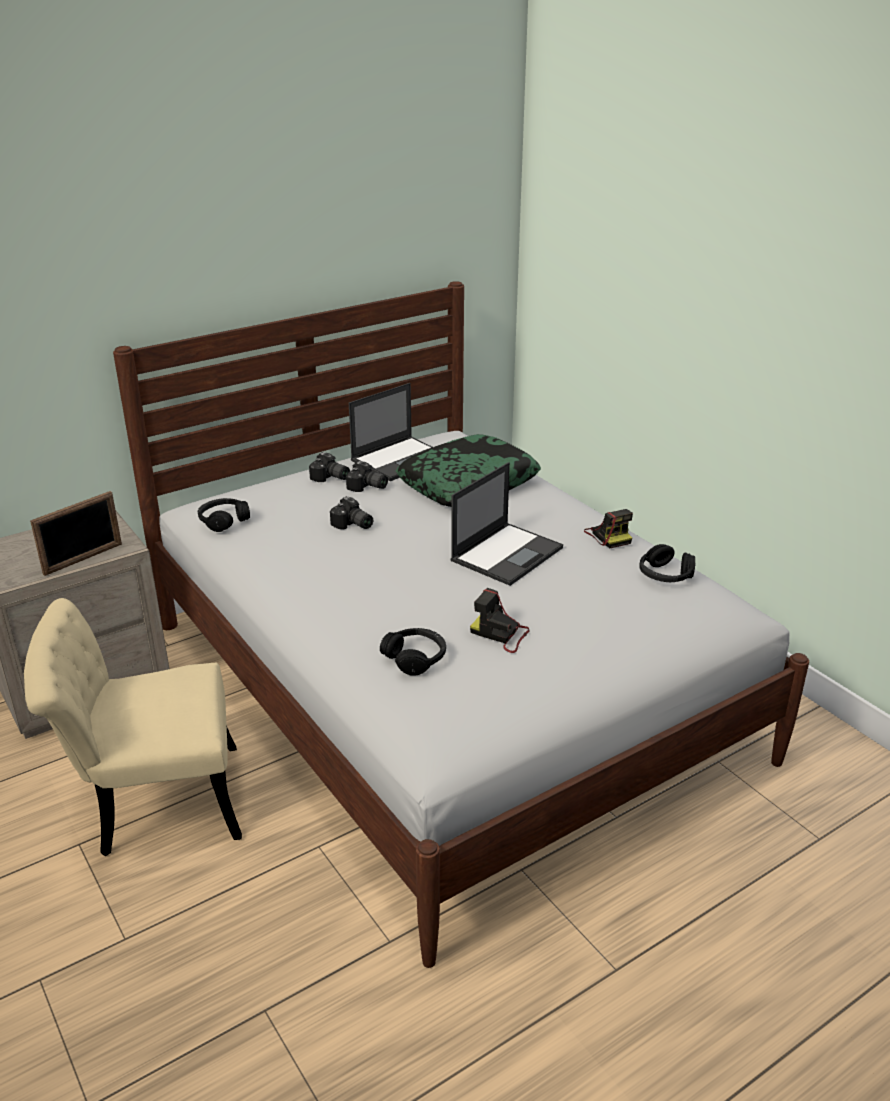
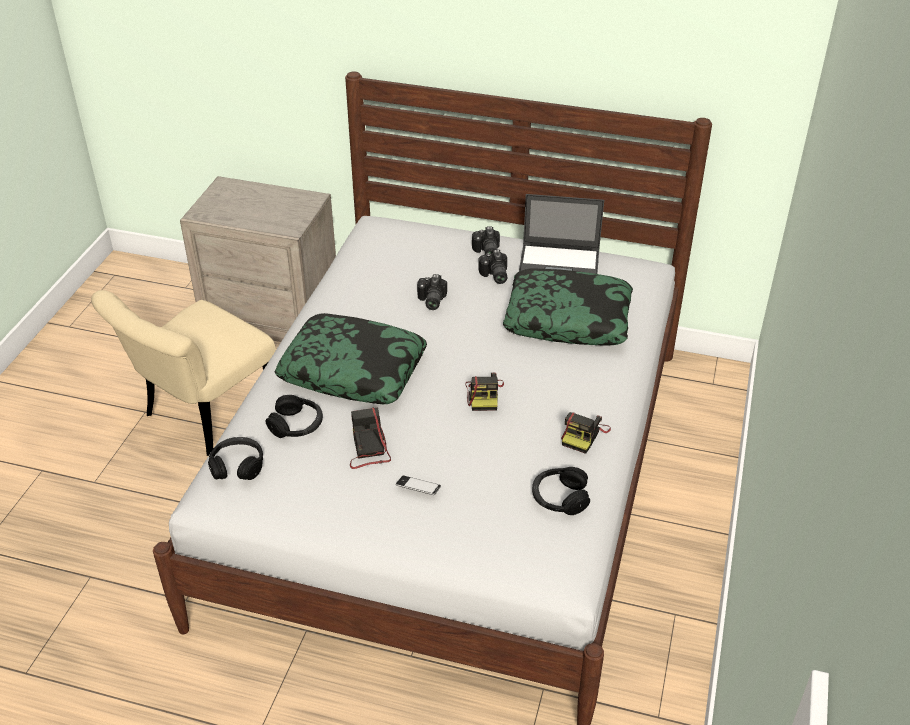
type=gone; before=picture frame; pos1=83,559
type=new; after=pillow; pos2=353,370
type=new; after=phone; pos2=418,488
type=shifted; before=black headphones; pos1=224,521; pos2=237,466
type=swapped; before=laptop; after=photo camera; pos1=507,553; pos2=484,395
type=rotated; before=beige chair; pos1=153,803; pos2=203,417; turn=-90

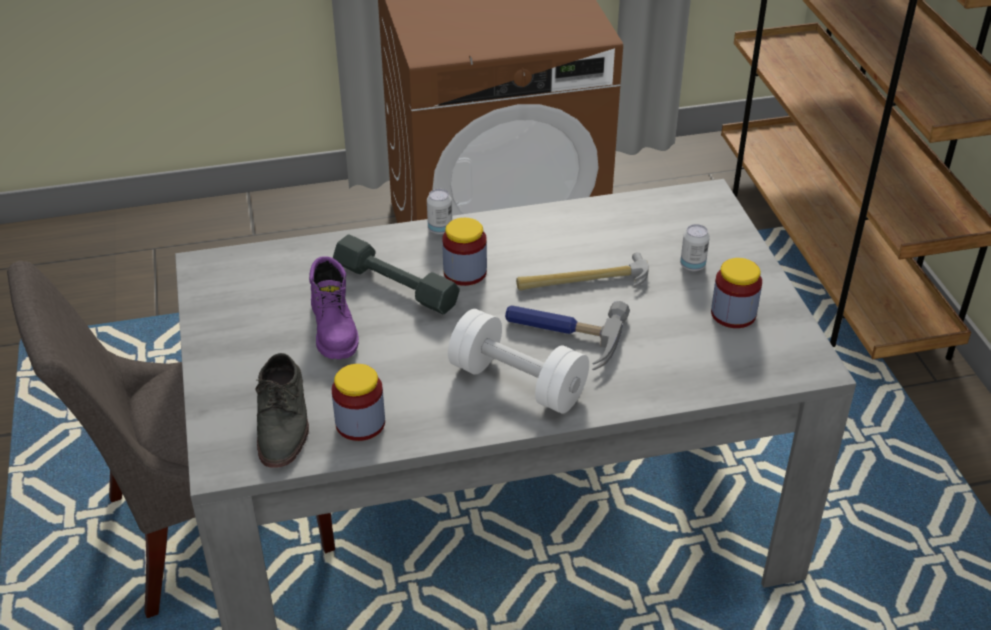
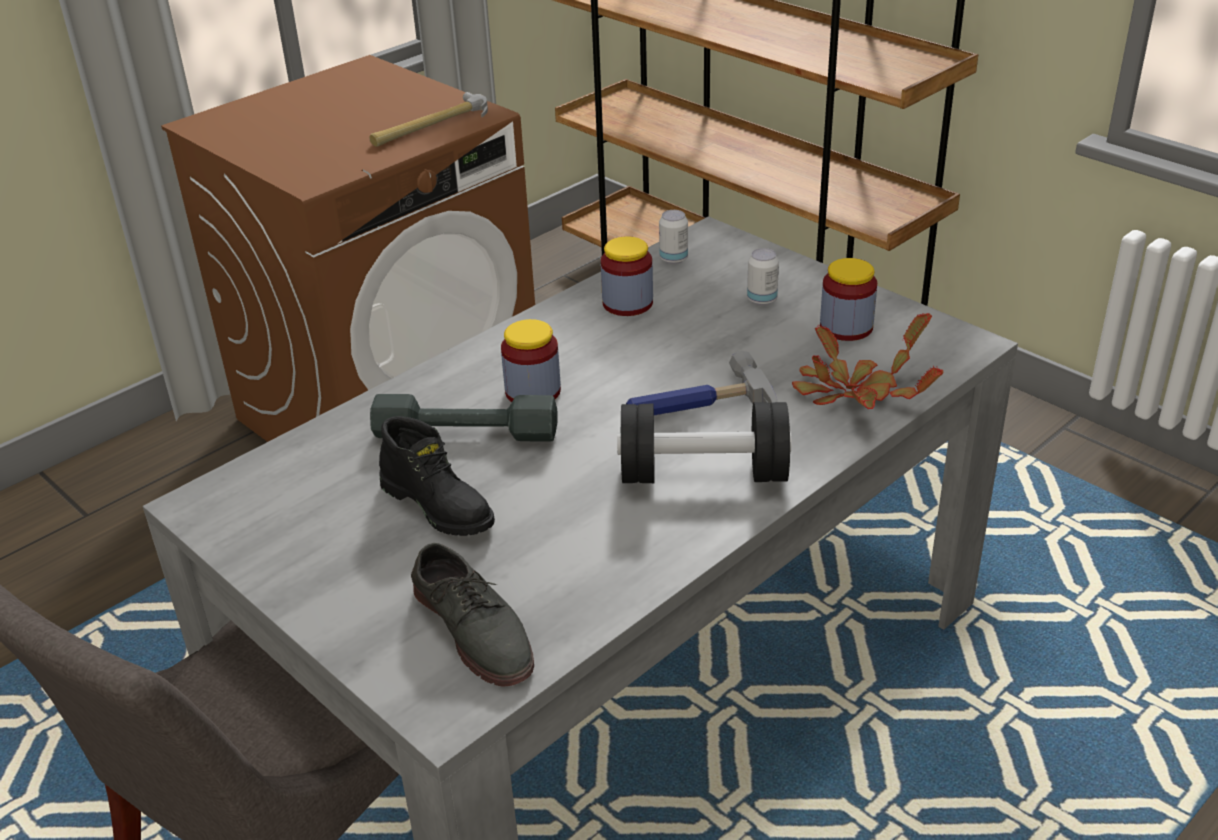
type=new; after=potted plant; pos2=854,393
type=shifted; before=jar; pos1=360,423; pos2=627,303
type=shifted; before=can; pos1=440,229; pos2=673,259
type=shifted; before=hammer; pos1=583,280; pos2=430,125
type=repainted; before=purple boot; after=black boot; pos1=335,329; pos2=439,506
type=repainted; before=white dumbbell; after=black dumbbell; pos1=517,382; pos2=703,474

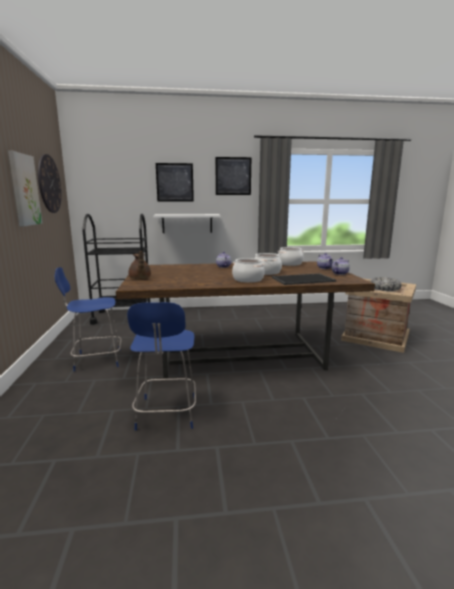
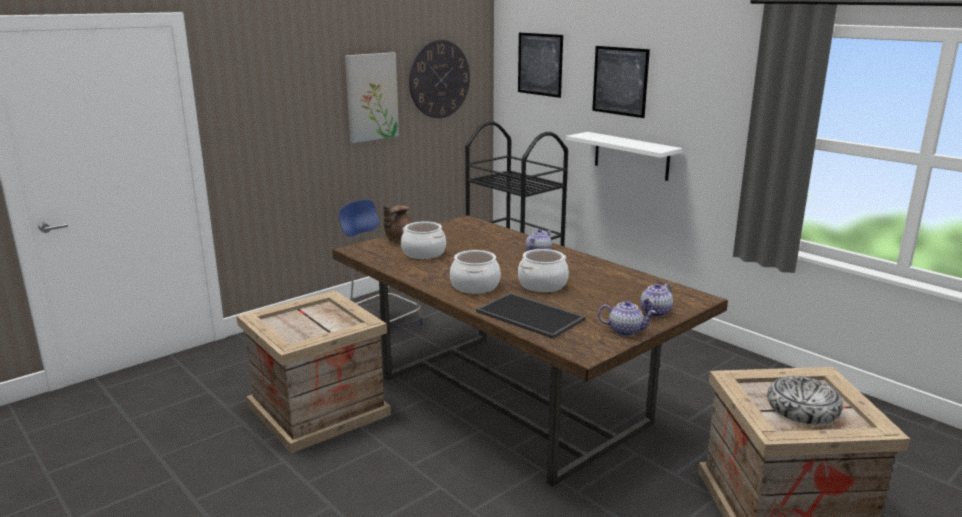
type=shifted; before=picture; pos1=233,176; pos2=540,64
type=shifted; before=cooking pot; pos1=289,264; pos2=423,253
type=swapped; before=blue chair; after=crate; pos1=166,414; pos2=316,410

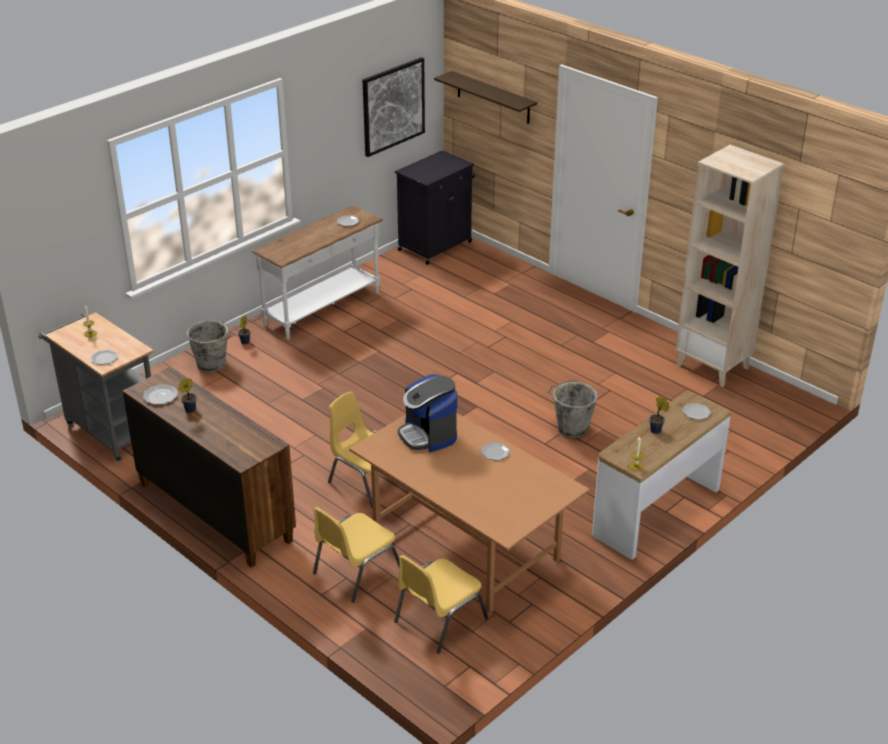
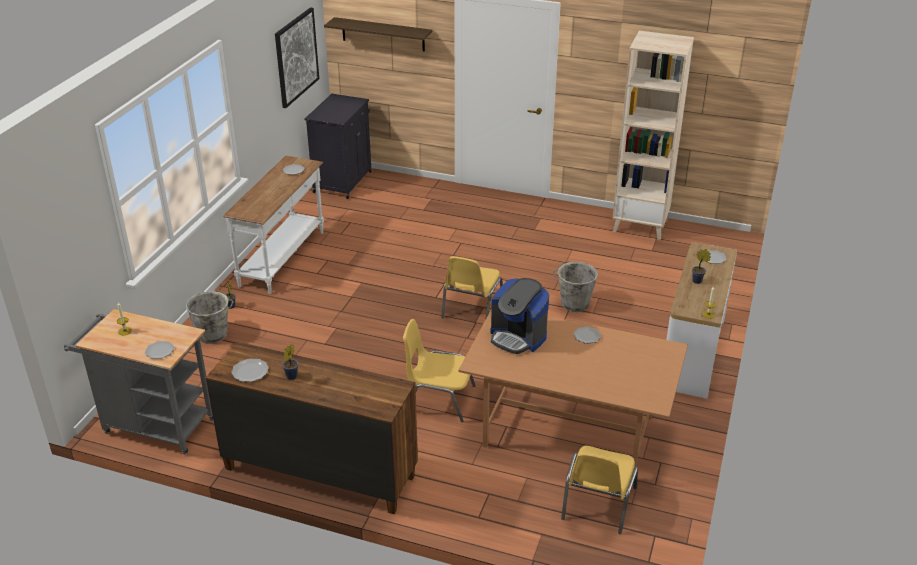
type=shifted; before=yellow chair; pos1=356,572; pos2=471,308

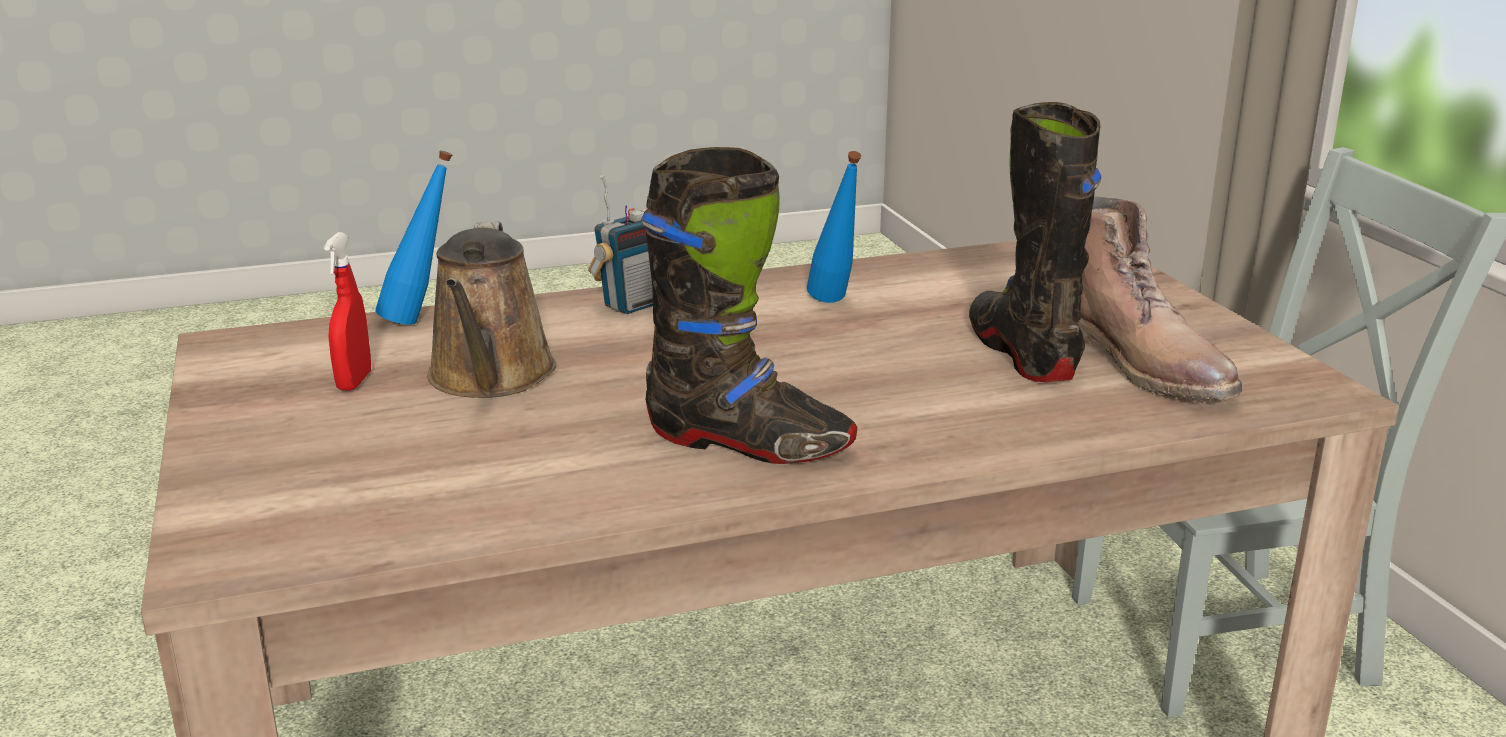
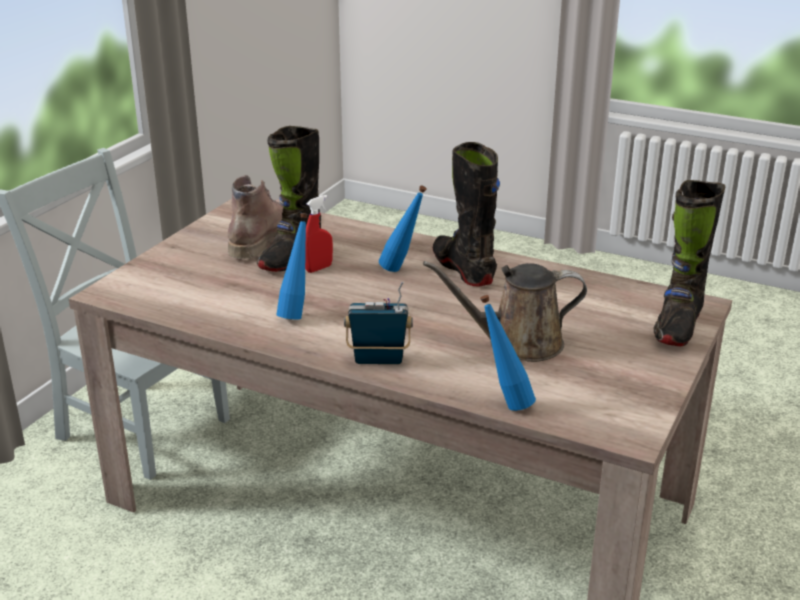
type=new; after=blue bottle; pos2=402,270
type=new; after=black boot; pos2=677,326
type=shifted; before=red spray bottle; pos1=354,382; pos2=319,268
type=rotated; before=brown watering can; pos1=490,378; pos2=517,343; turn=-135

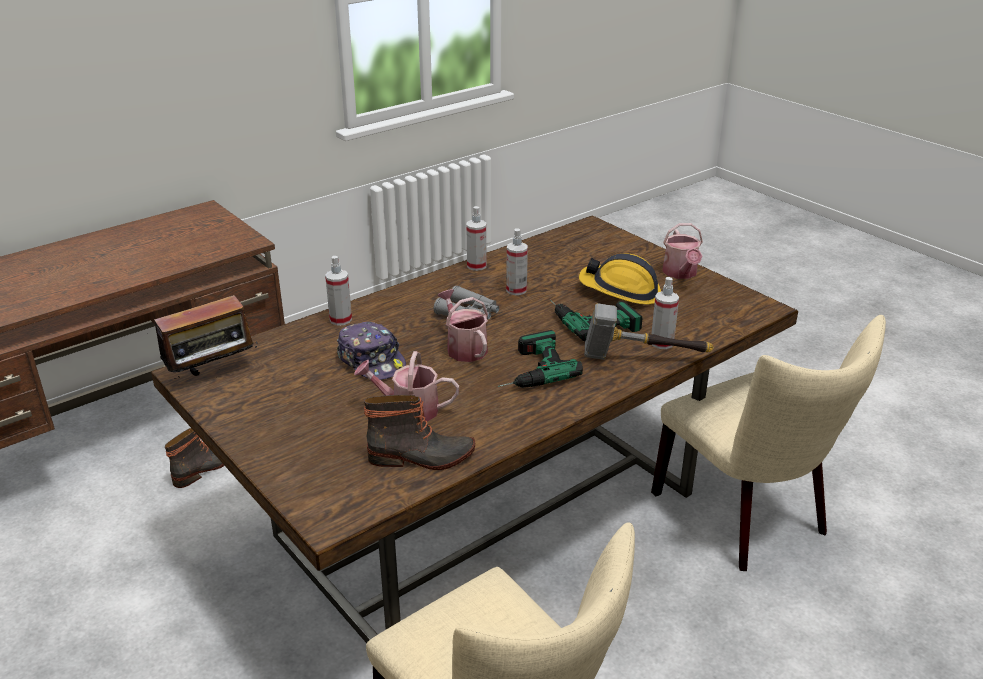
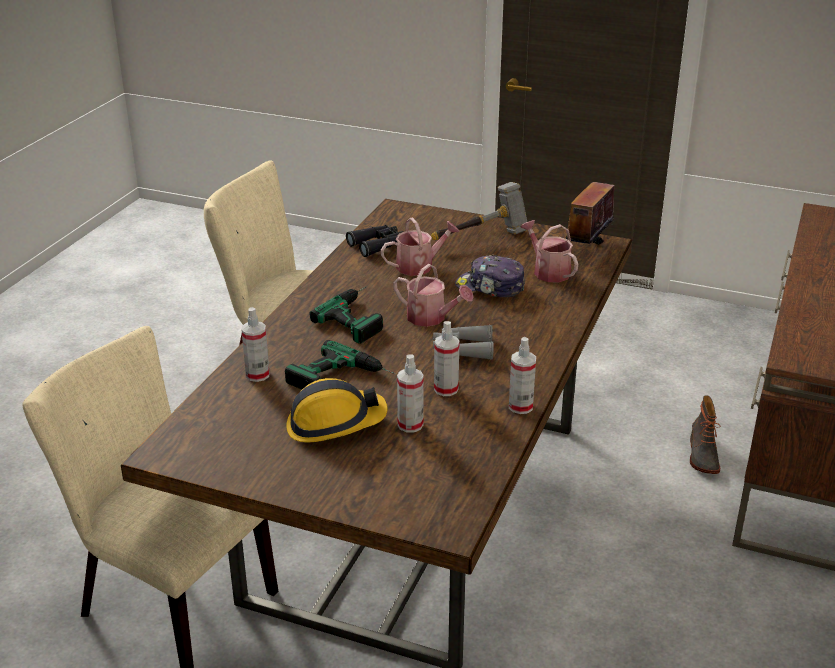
type=shifted; before=spray bottle; pos1=340,320; pos2=410,425
type=shifted; before=hammer; pos1=642,359; pos2=481,238
type=shifted; before=watering can; pos1=681,273; pos2=548,271
type=swapped; before=boot; after=black binoculars; pos1=421,458; pos2=378,245

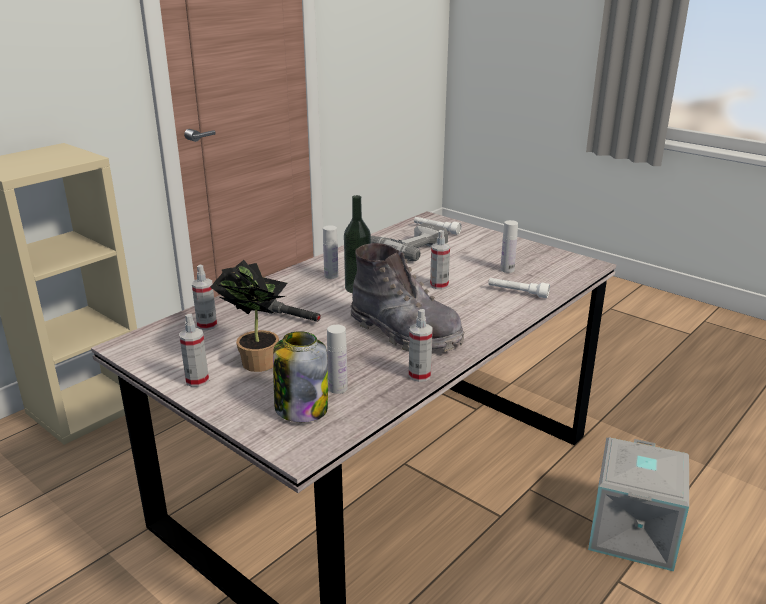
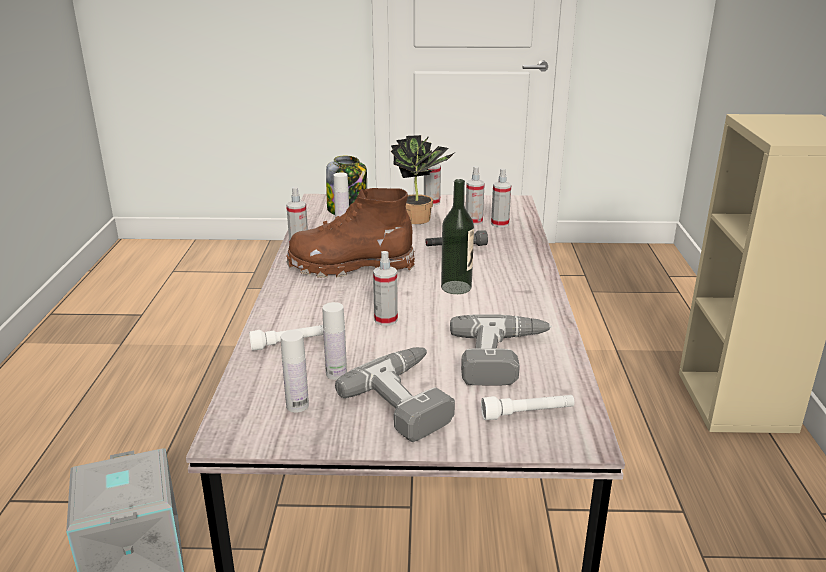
type=new; after=power drill; pos2=411,399
type=new; after=spray bottle; pos2=474,221
type=shifted; before=white bottle; pos1=331,275; pos2=297,405
type=repainted; before=grey boot; after=brown boot; pos1=405,332; pos2=350,266

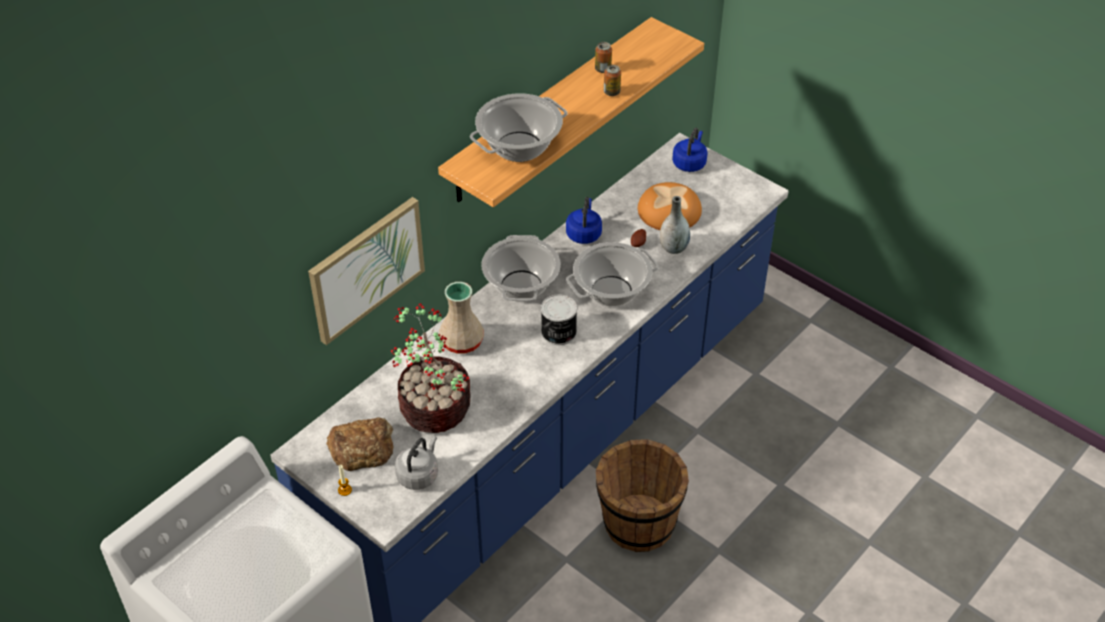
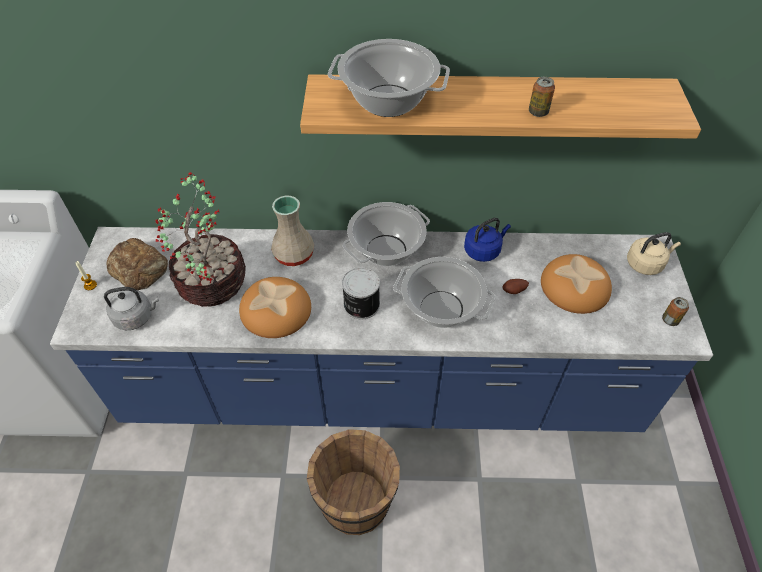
type=gone; before=picture; pos1=366,269
type=gone; before=grey vase; pos1=673,248
type=new; after=bread; pos2=276,310
type=shifted; before=can; pos1=603,69; pos2=670,320
type=repainted; before=blue kettle; after=beige kettle; pos1=689,163; pos2=646,264

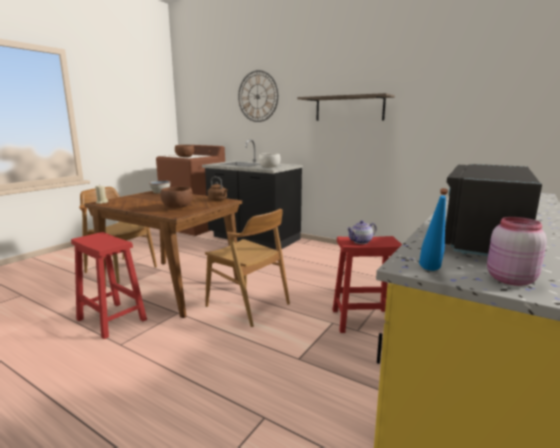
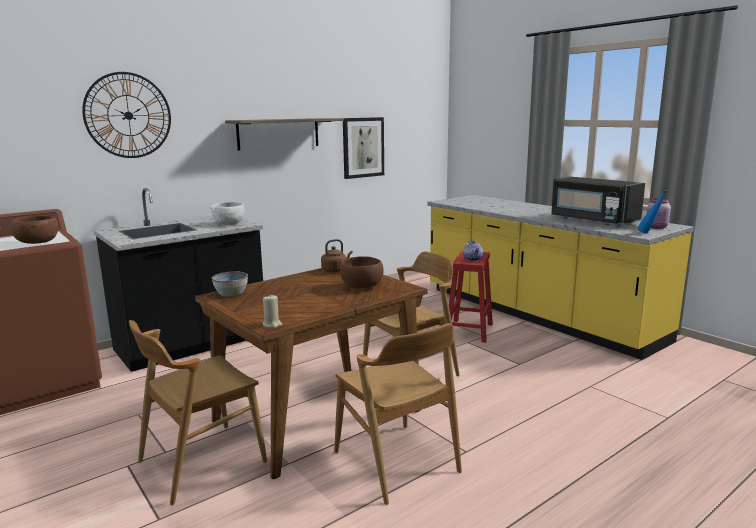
type=new; after=picture; pos2=363,147
type=swapped; before=red stool; after=brown chair; pos1=111,319; pos2=396,462

